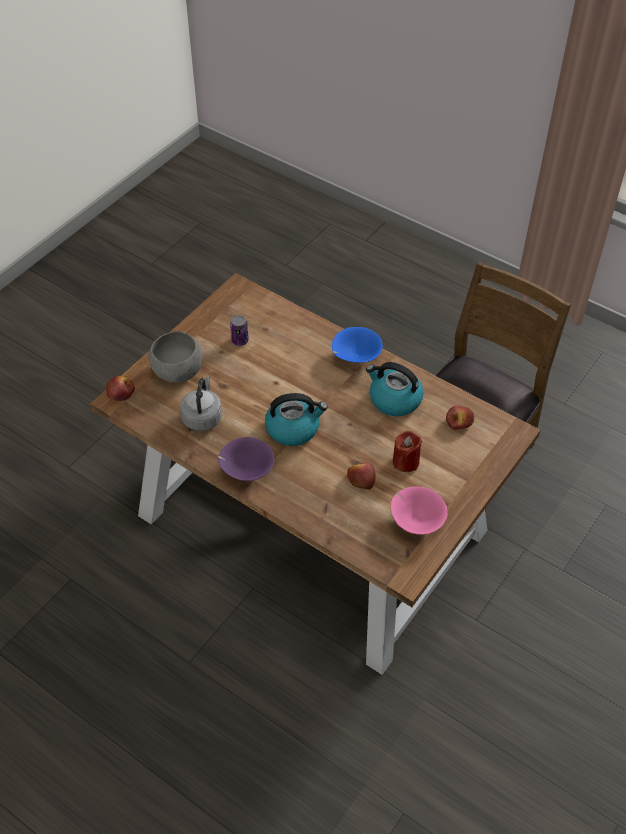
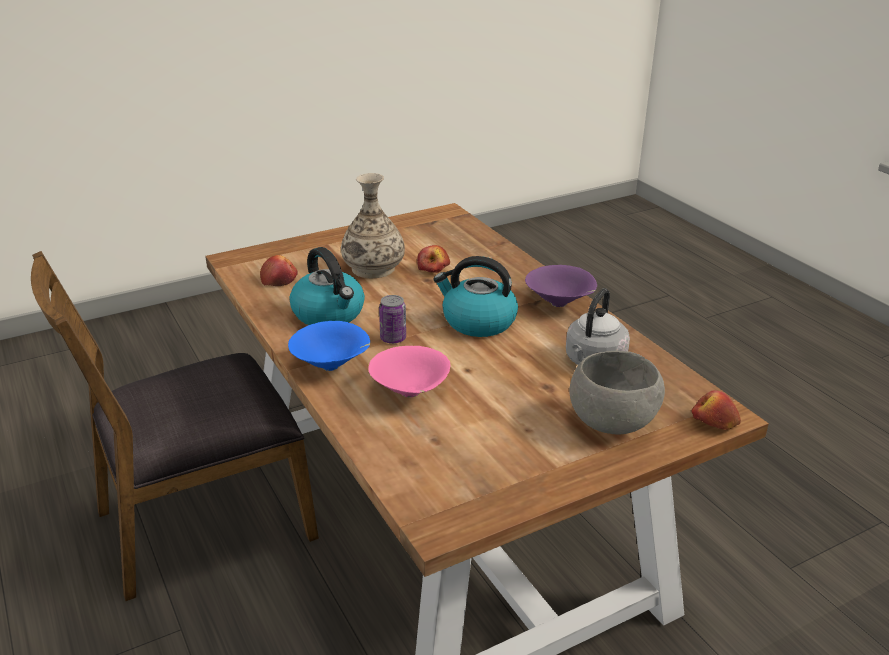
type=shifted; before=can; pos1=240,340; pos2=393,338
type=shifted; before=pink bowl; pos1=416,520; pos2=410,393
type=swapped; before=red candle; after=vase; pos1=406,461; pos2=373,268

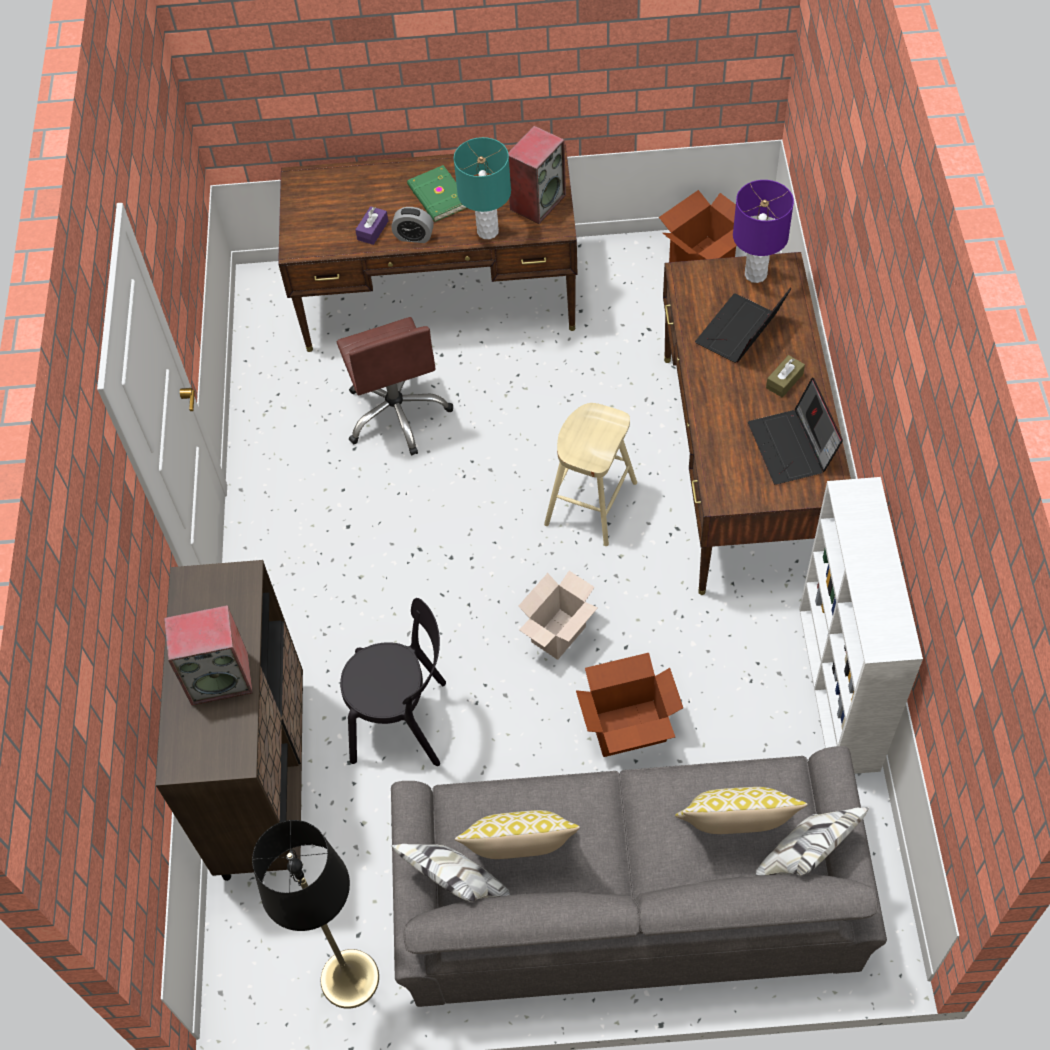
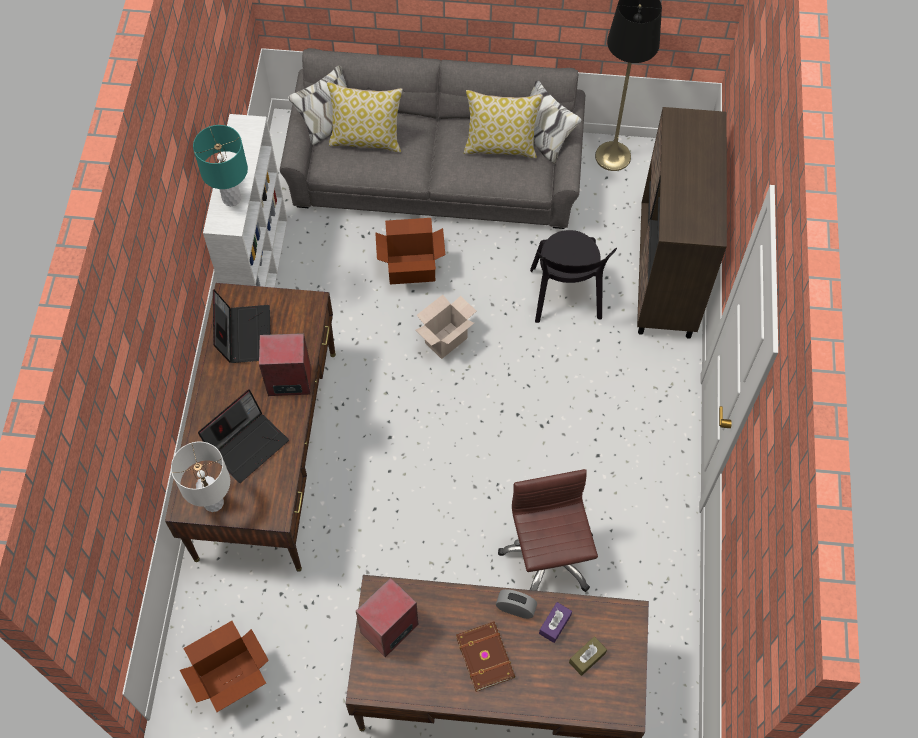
type=gone; before=beige stool; pos1=591,504
type=shifted; before=speaker; pos1=220,677; pos2=288,381
type=shifted; before=turquoise table lamp; pos1=488,231; pos2=231,198
type=shifted; before=brown tissue box; pos1=784,381; pos2=587,658
type=repainted; before=green book; after=brown book; pos1=438,197; pos2=486,656
type=repainted; before=purple table lamp; after=white table lamp; pos1=755,274; pos2=214,503
type=rotated; before=black chair; pos1=405,722; pos2=565,297; turn=-105

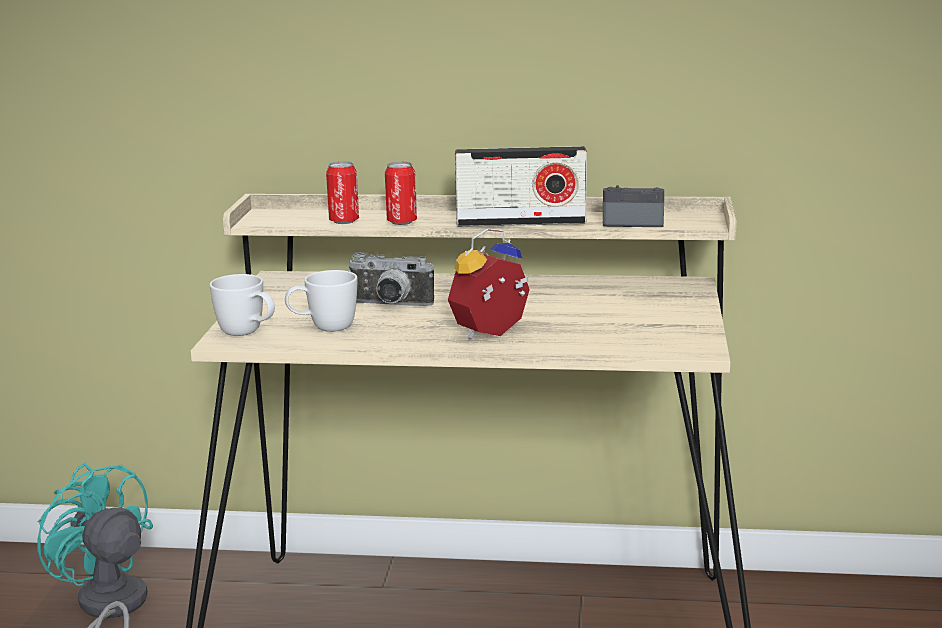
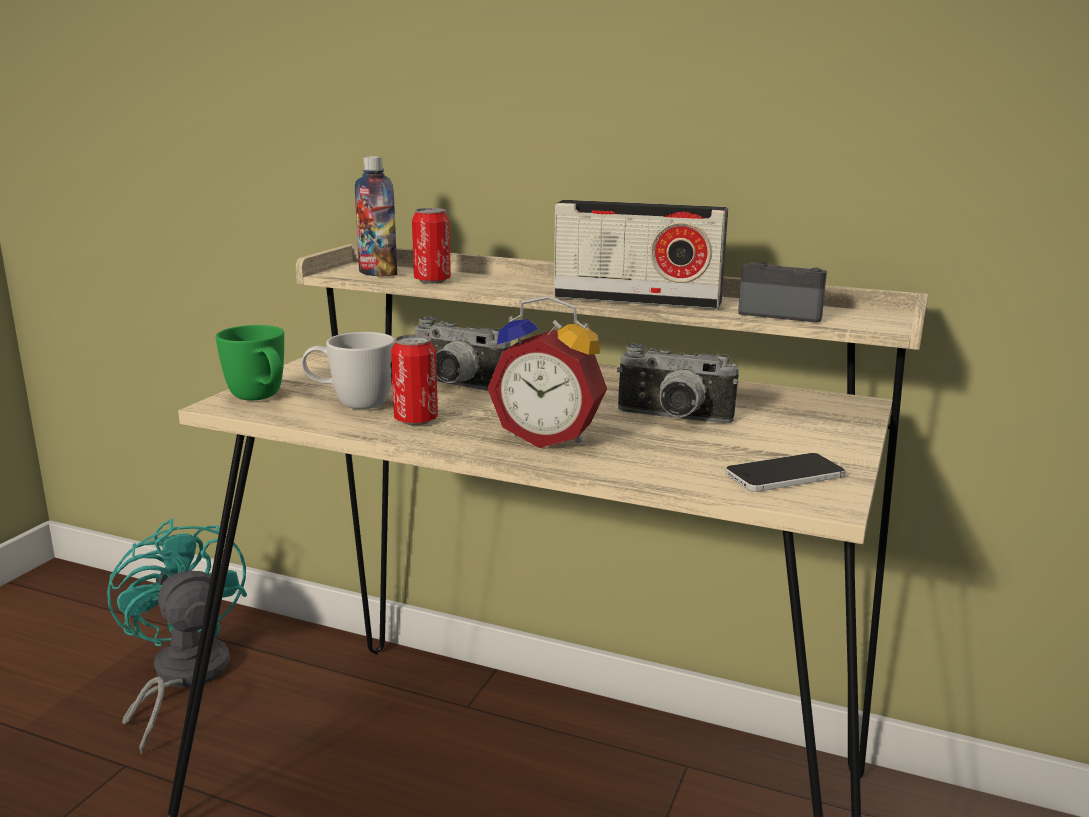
type=new; after=bottle; pos2=378,273
type=new; after=photo camera; pos2=673,419
type=new; after=phone; pos2=784,474
type=shifted; before=can; pos1=402,222; pos2=416,420
type=repainted; before=white mug; after=green mug; pos1=248,334; pos2=261,399
type=rotated; before=alarm clock; pos1=493,333; pos2=549,437; turn=-135

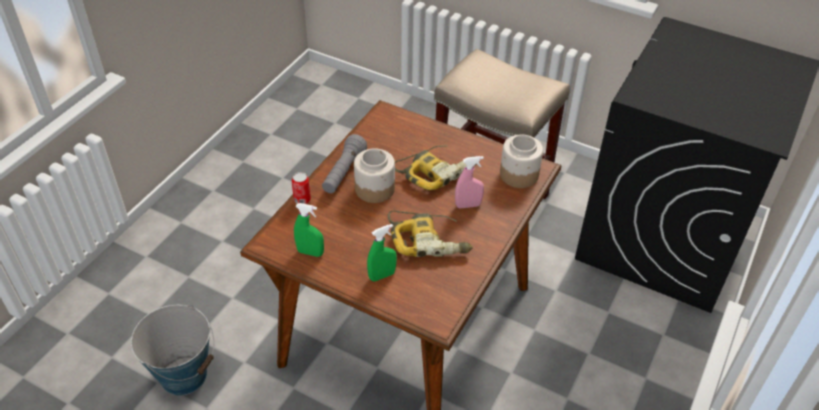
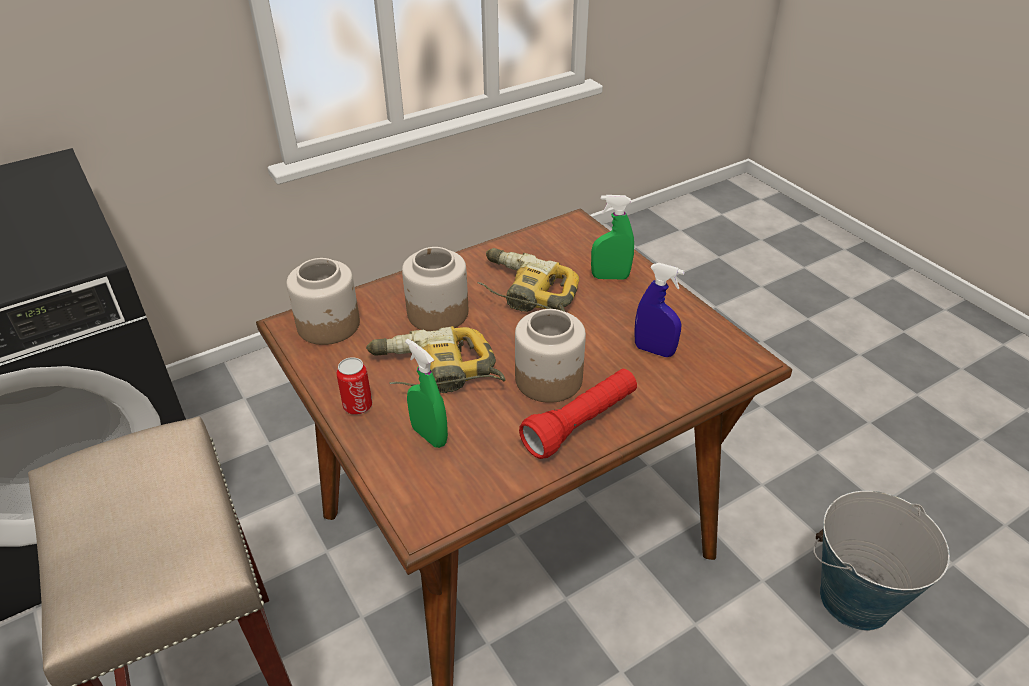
type=new; after=blue spray bottle; pos2=654,350
type=shifted; before=can; pos1=302,199; pos2=358,406
type=shifted; before=green spray bottle; pos1=310,252; pos2=429,436
type=swapped; before=pink spray bottle; after=jar; pos1=468,205; pos2=437,312
type=repainted; before=grey flashlight; after=red flashlight; pos1=344,173; pos2=580,424

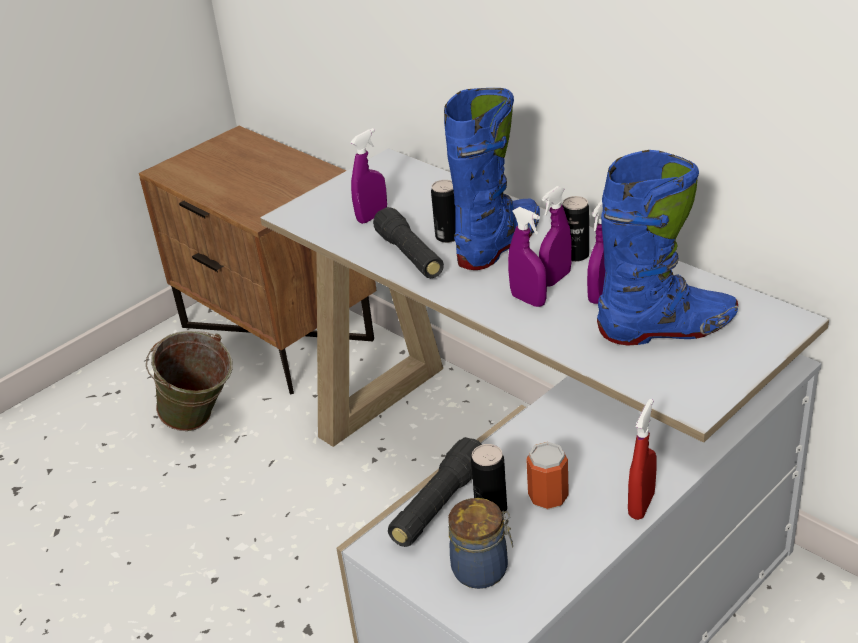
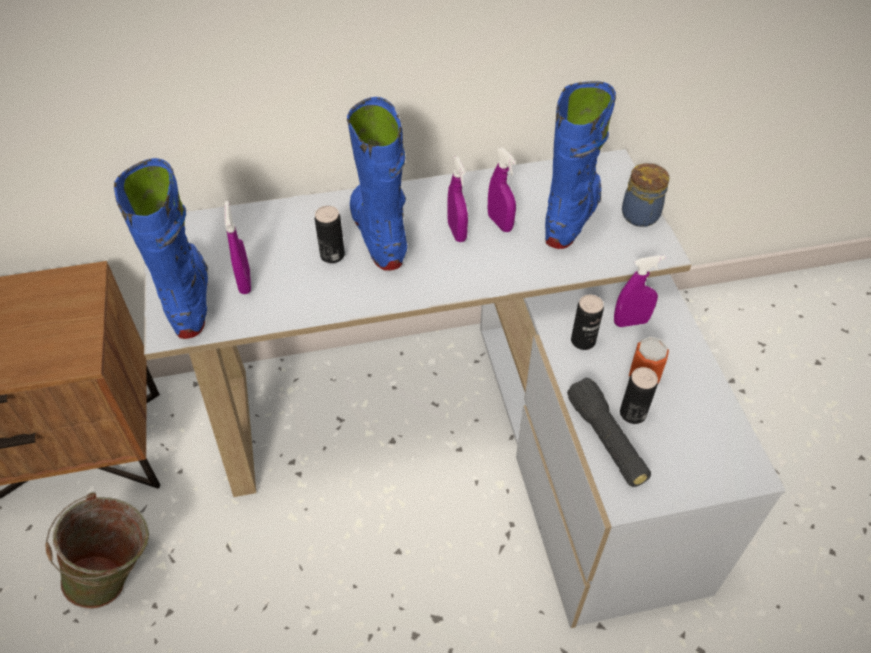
type=gone; before=black flashlight; pos1=410,256
type=gone; before=red spray bottle; pos1=641,505
type=new; after=blue boot; pos2=189,297
type=shifted; before=jar; pos1=483,569; pos2=640,214
type=shifted; before=purple spray bottle; pos1=528,300; pos2=631,322
type=shifted; before=can; pos1=576,255; pos2=583,341

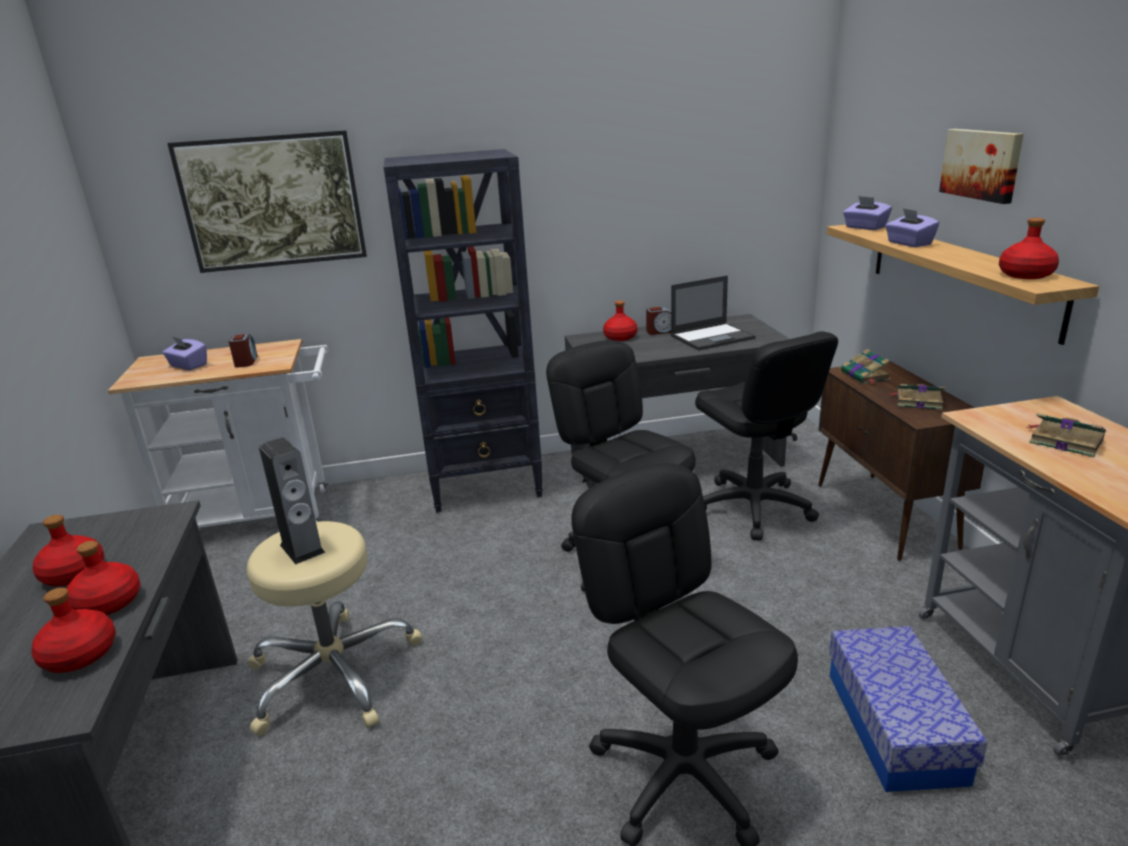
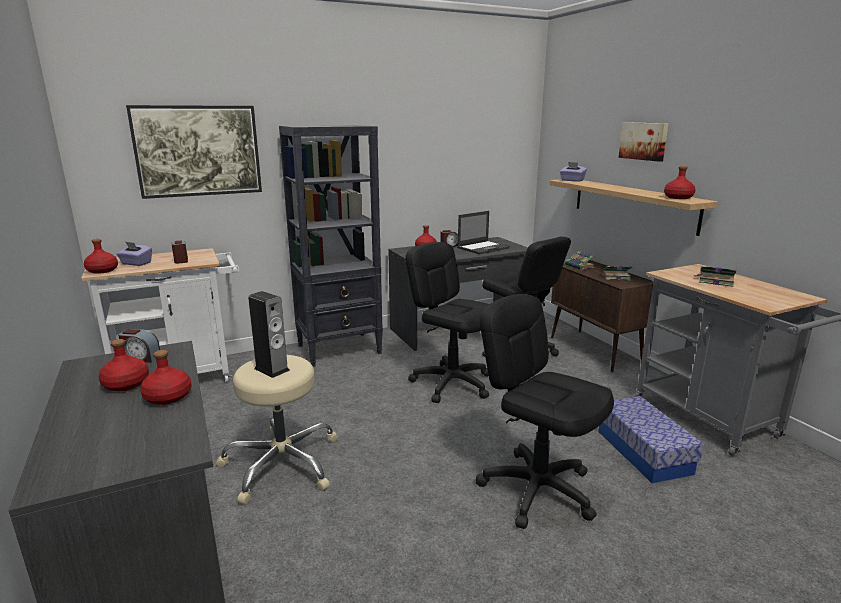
type=gone; before=purple tissue box; pos1=908,243
type=new; after=alarm clock; pos2=141,358
type=shifted; before=red bottle; pos1=81,654; pos2=102,270

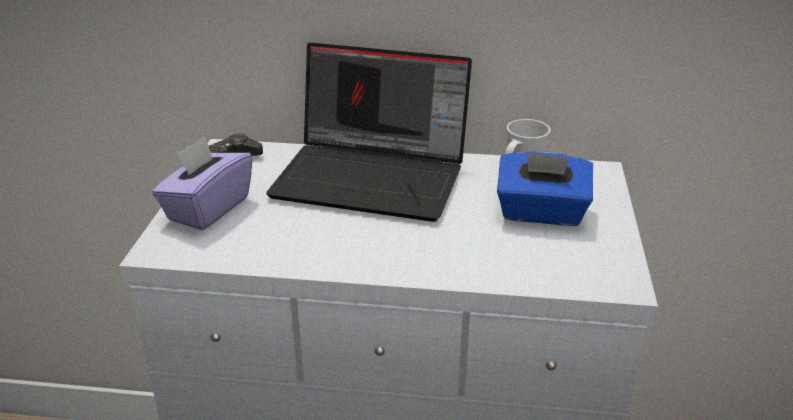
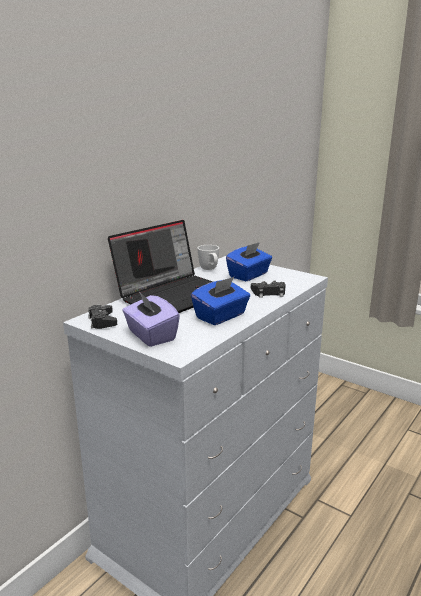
type=new; after=blue tissue box; pos2=221,316
type=new; after=black game controller; pos2=269,293

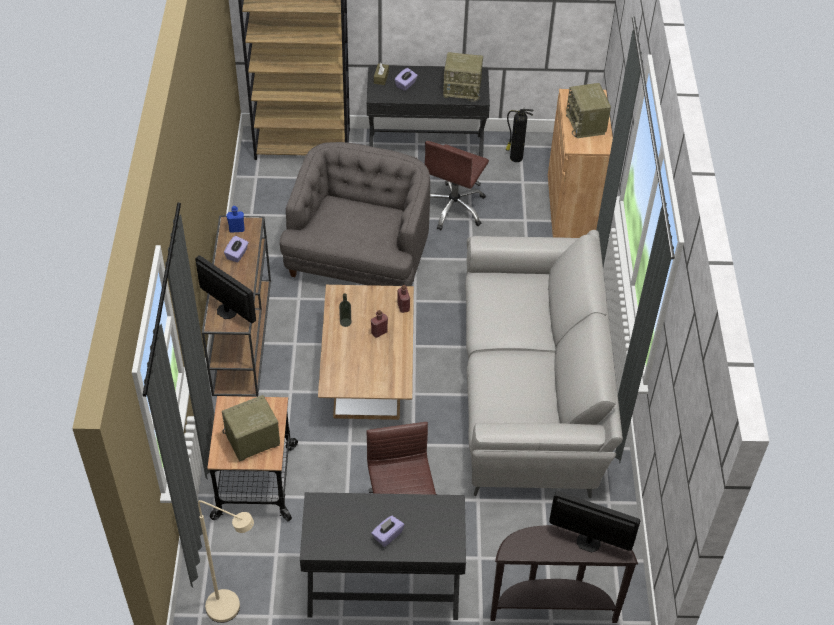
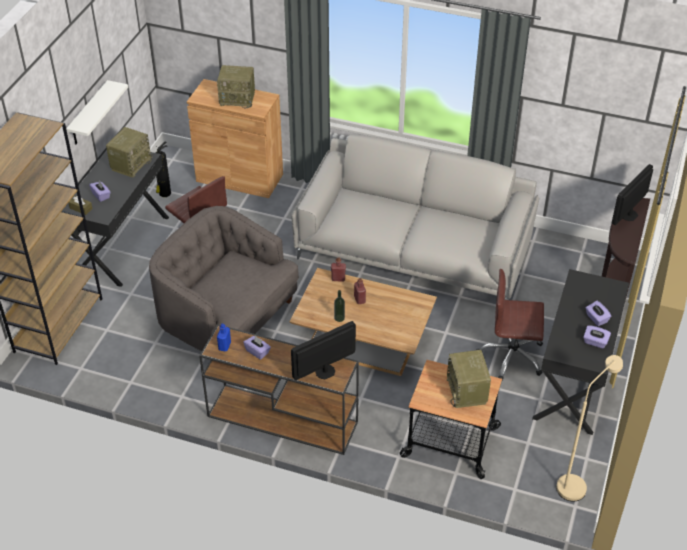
type=new; after=white shelf; pos2=89,114
type=new; after=purple tissue box; pos2=595,342

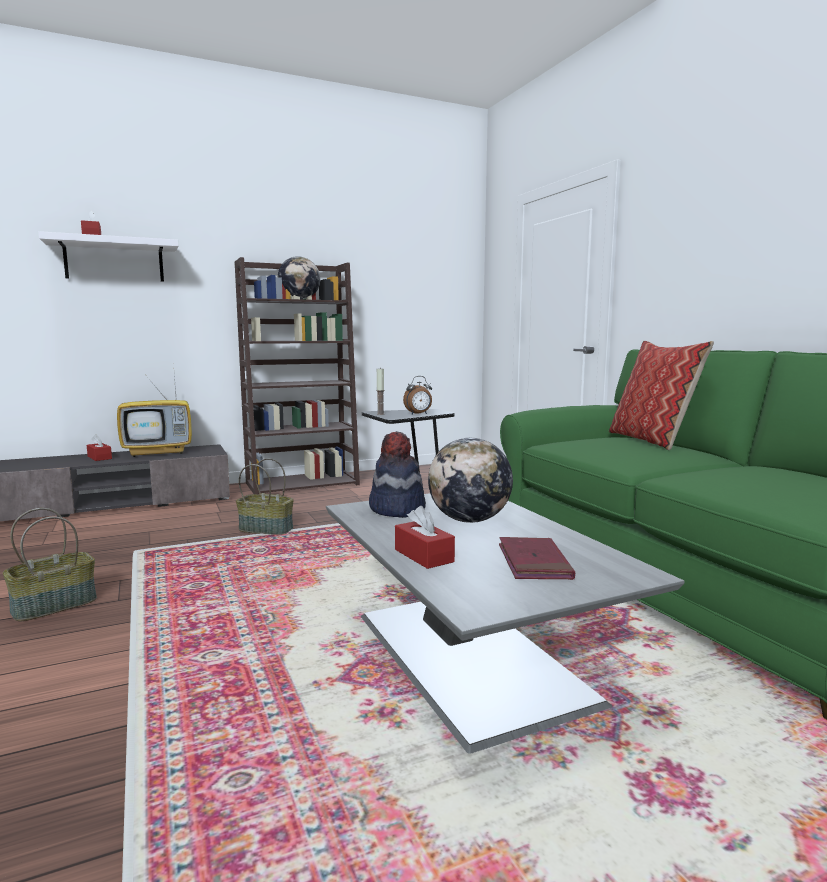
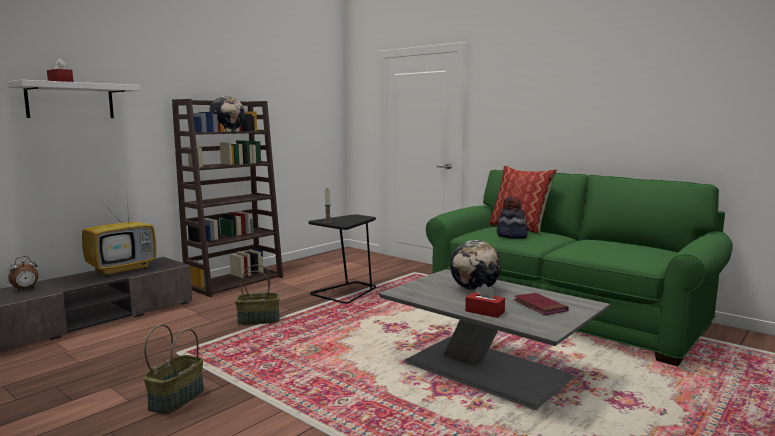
type=gone; before=red tissue box; pos1=99,457
type=shifted; before=hat; pos1=396,509; pos2=511,236
type=shifted; before=alarm clock; pos1=418,414; pos2=25,289

